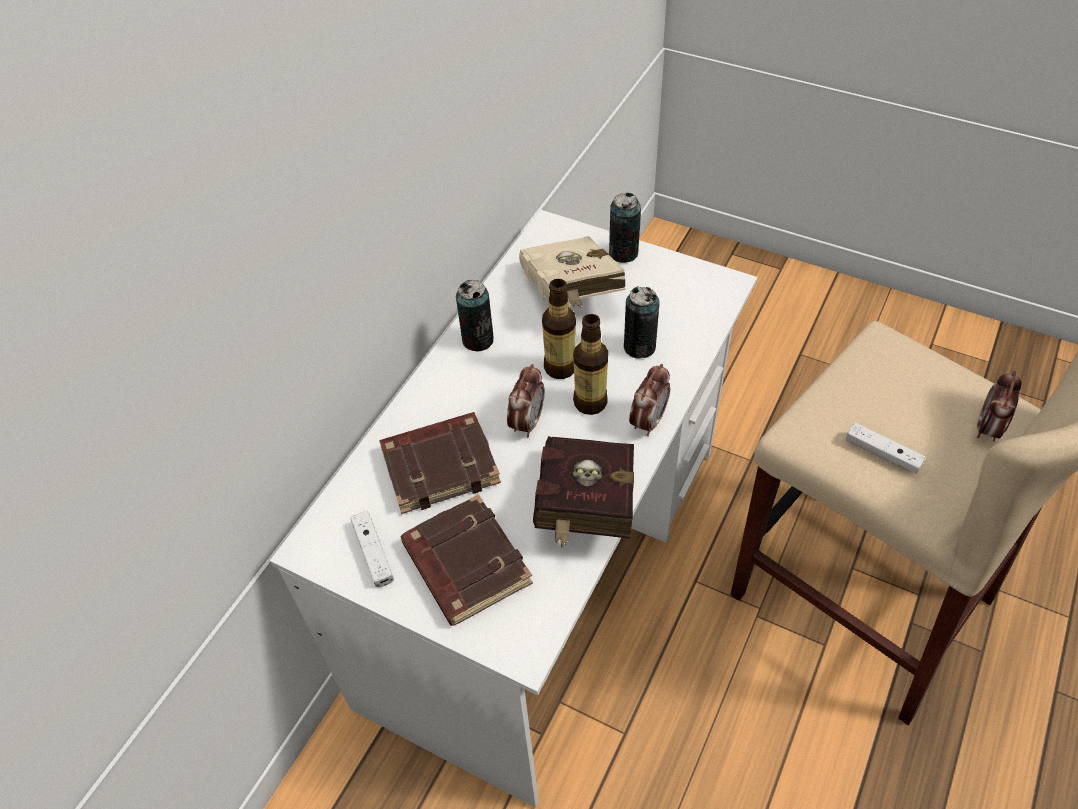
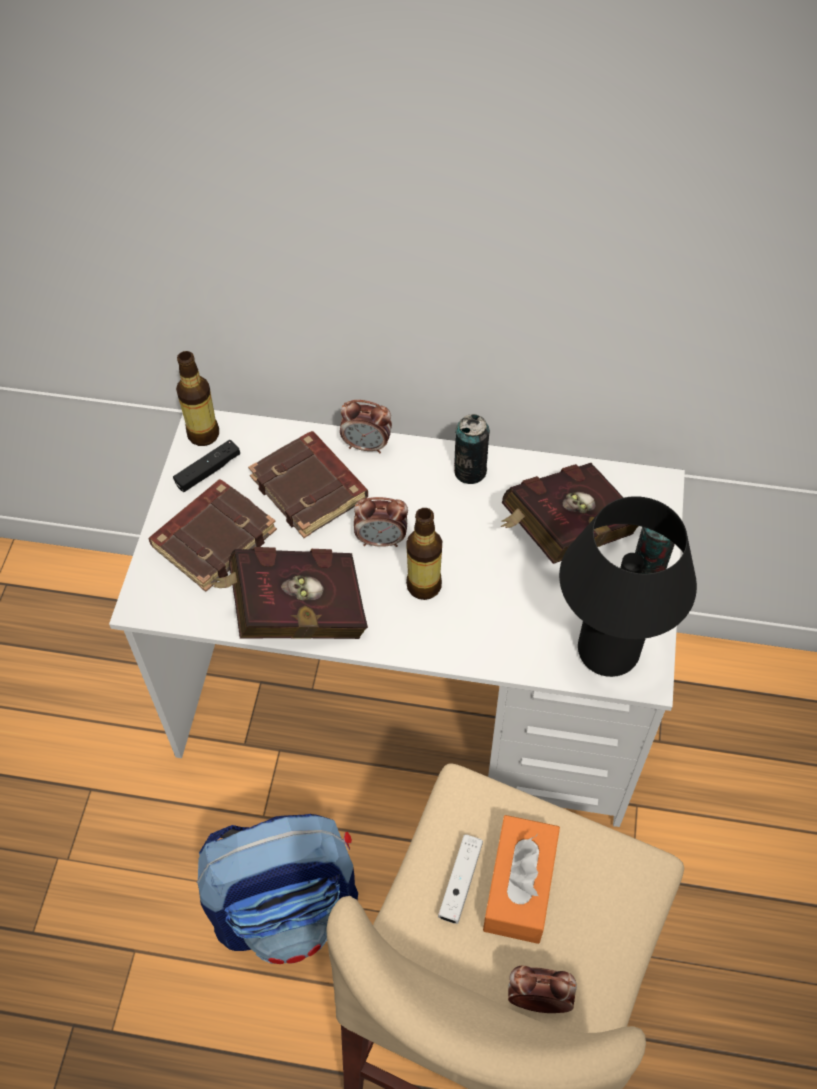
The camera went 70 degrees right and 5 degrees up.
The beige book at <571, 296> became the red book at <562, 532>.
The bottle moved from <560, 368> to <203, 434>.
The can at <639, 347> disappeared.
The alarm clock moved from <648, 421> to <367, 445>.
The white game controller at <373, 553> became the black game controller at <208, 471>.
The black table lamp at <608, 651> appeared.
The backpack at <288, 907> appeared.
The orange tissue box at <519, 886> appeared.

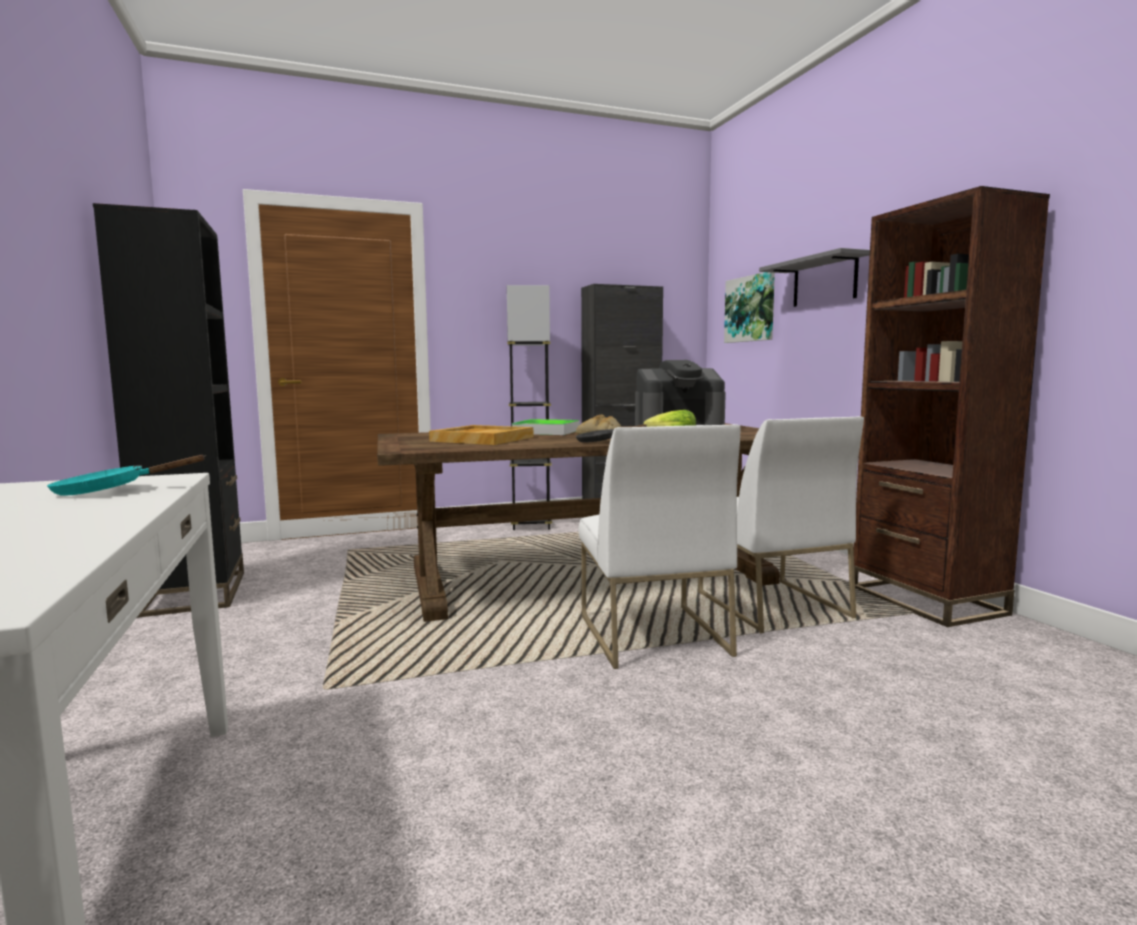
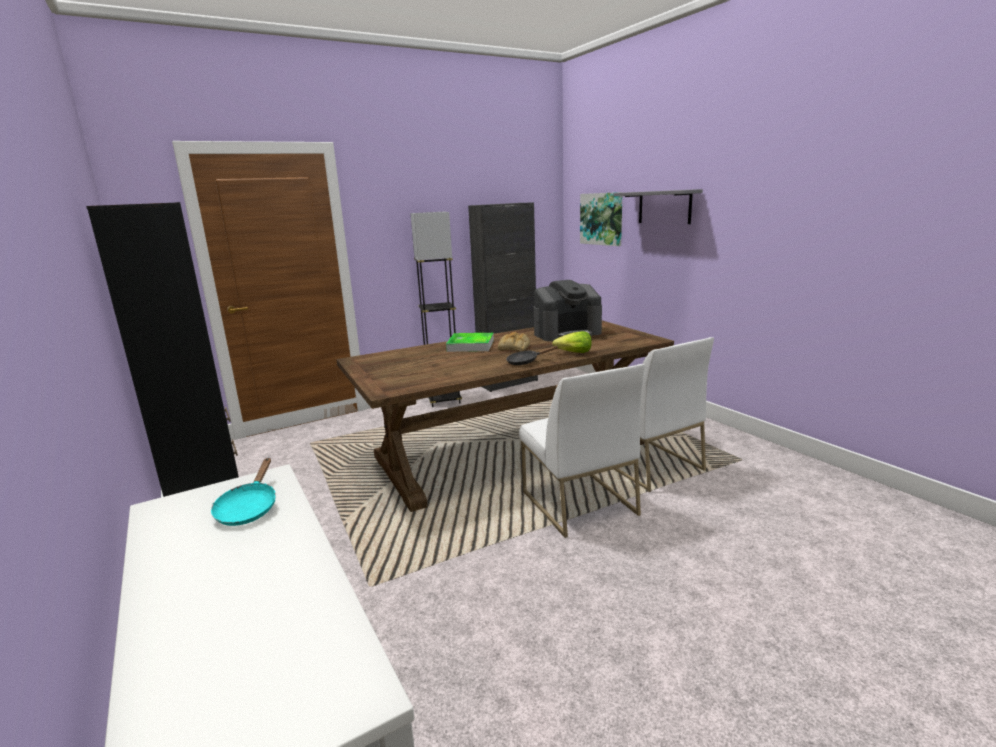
The camera went 10 degrees left and 10 degrees up.
The brown bookcase at <926, 600> disappeared.
The beige tray at <482, 439> disappeared.
The turquoise frying pan at <110, 491> turned 60 degrees counterclockwise.

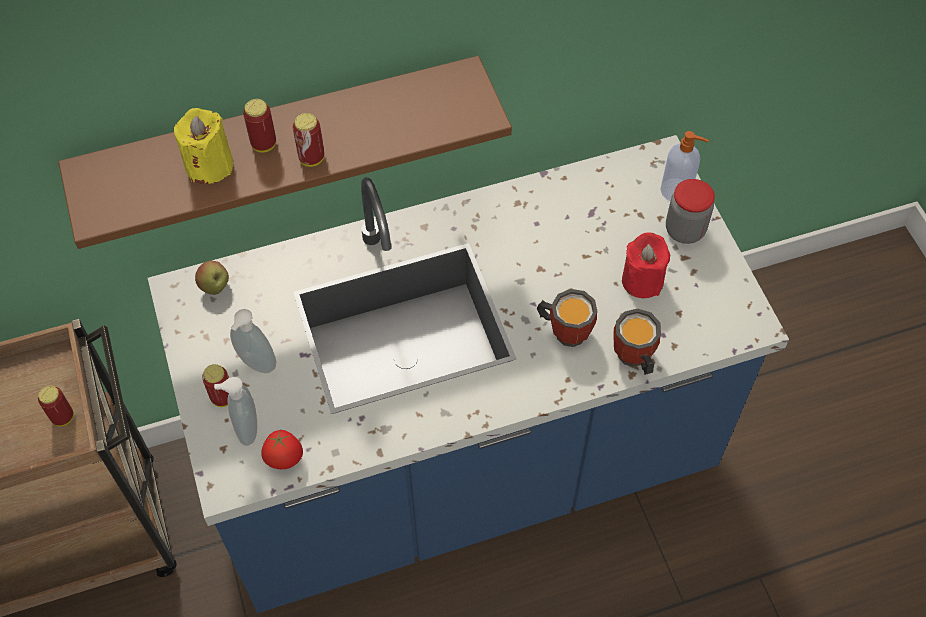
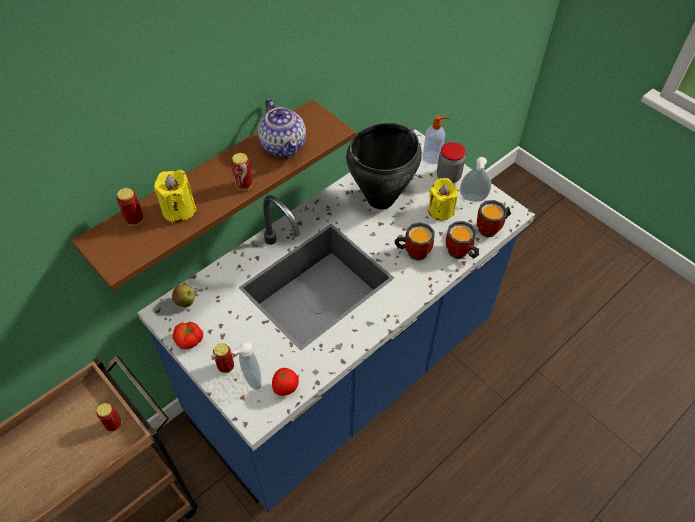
The camera went 25 degrees left and 5 degrees down.
The can moved from <264, 144> to <135, 220>.
The red candle at <642, 281> became the yellow candle at <440, 210>.
The soap dispenser moved from <256, 365> to <472, 199>.
The teapot at <283, 145> appeared.
The black cooking pot at <381, 199> appeared.
The mug at <491, 229> appeared.
The tomato at <189, 340> appeared.

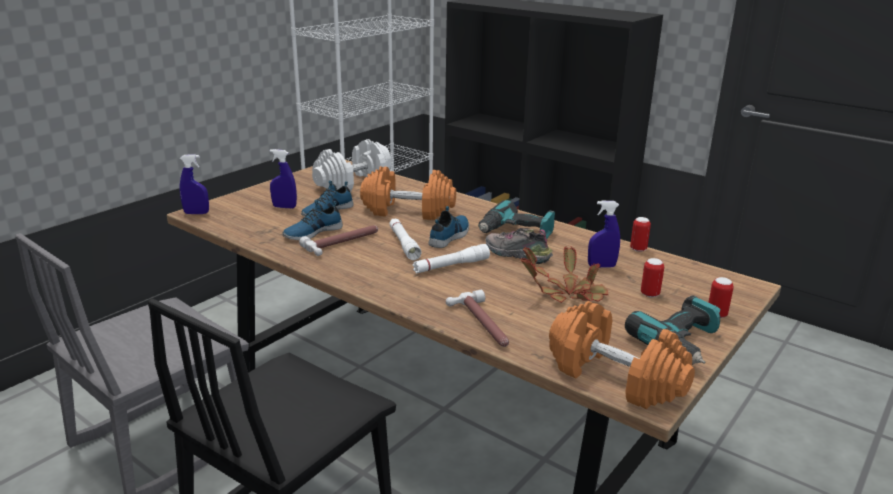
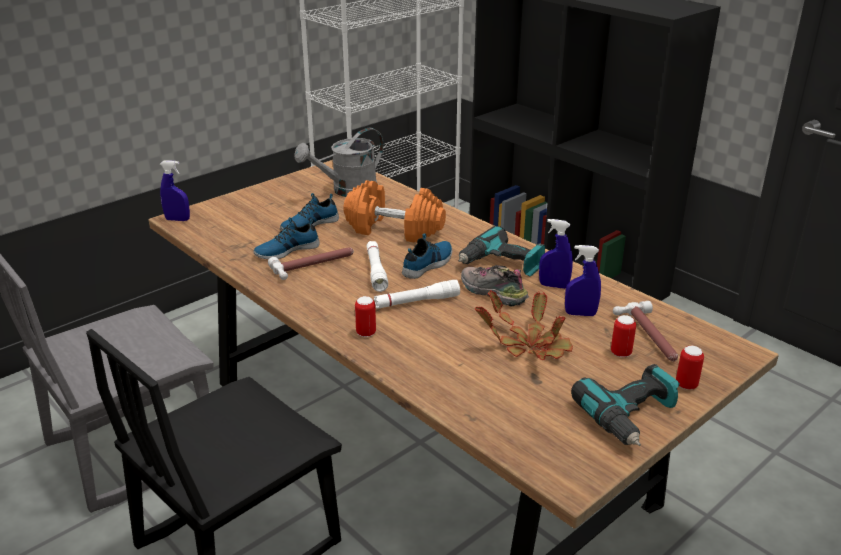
The camera went 10 degrees right and 5 degrees up.
The white dumbbell at <353, 183> was replaced by the grey watering can at <347, 191>.
The blue spray bottle moved from <284, 207> to <553, 286>.
The can moved from <638, 249> to <366, 333>.
The hammer moved from <482, 324> to <649, 336>.
The orange dumbbell at <616, 377> disappeared.

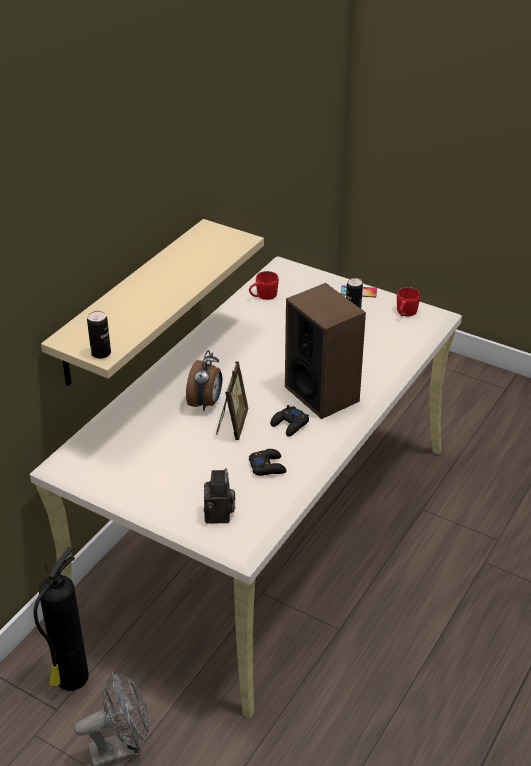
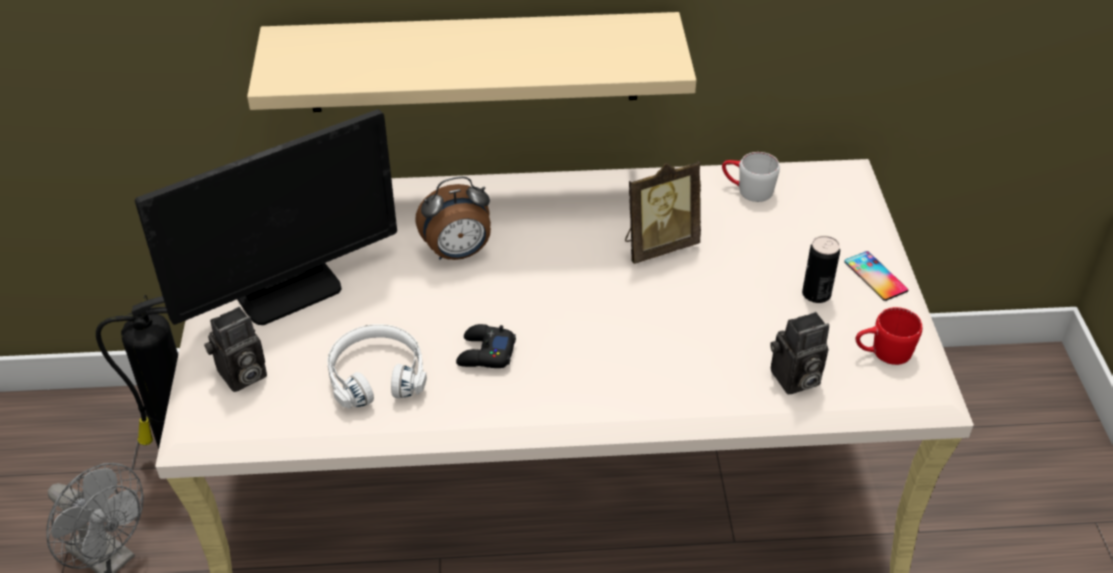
The camera went 55 degrees right and 5 degrees up.
The red mug at <263, 296> became the white mug at <747, 190>.
The speaker at <322, 393> disappeared.
The can at <101, 353> disappeared.
The picture frame moved from <231, 425> to <658, 245>.
The black game controller at <267, 466> was replaced by the white headphones at <376, 374>.
The monitor at <288, 290> appeared.
The photo camera at <794, 380> appeared.

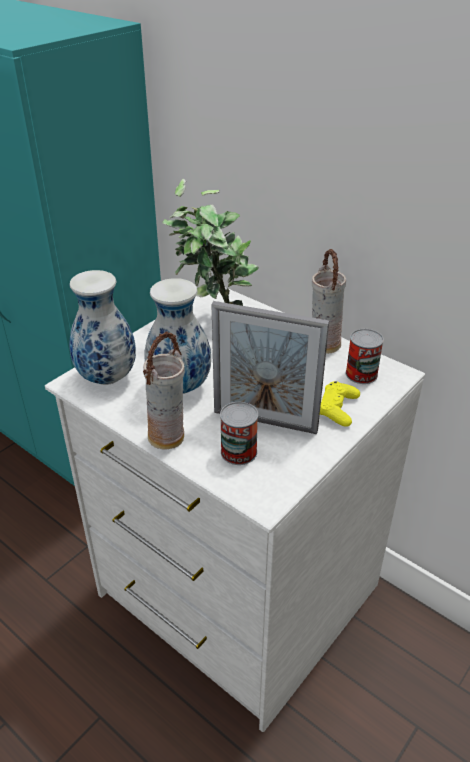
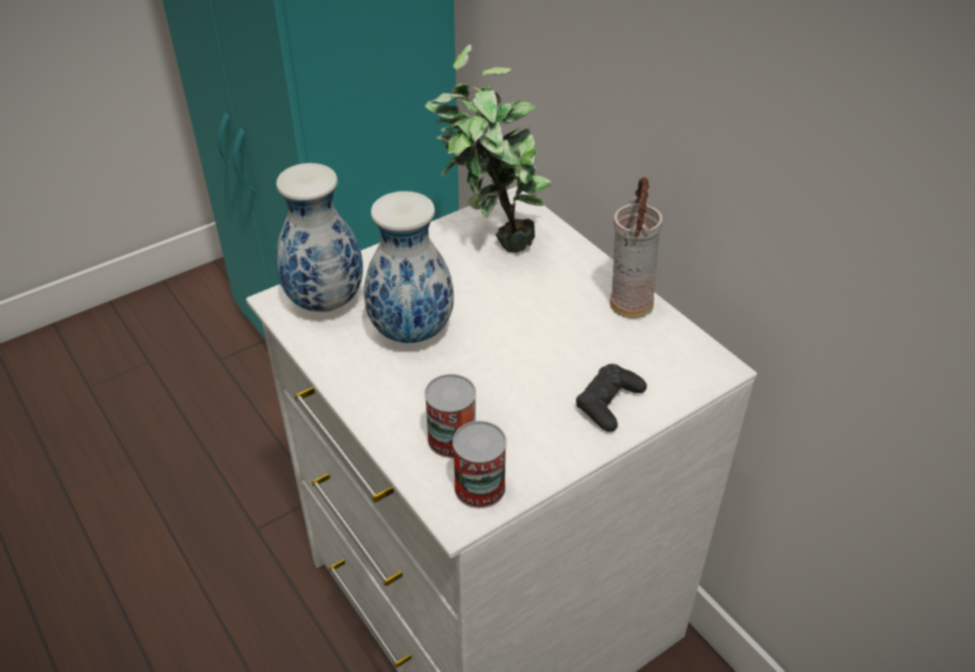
The camera went 15 degrees right and 5 degrees up.
The picture frame at <265, 421> disappeared.
The can moved from <361, 374> to <479, 487>.
The vase at <168, 438> disappeared.
The yellow game controller at <338, 408> became the black game controller at <609, 403>.

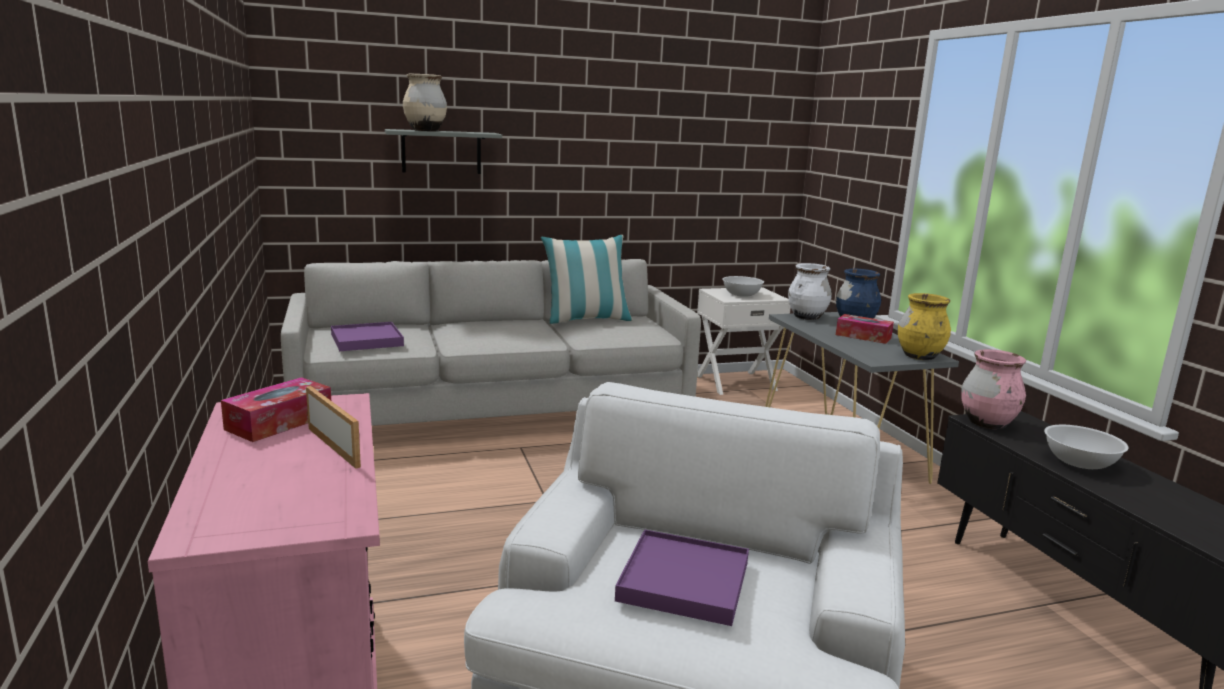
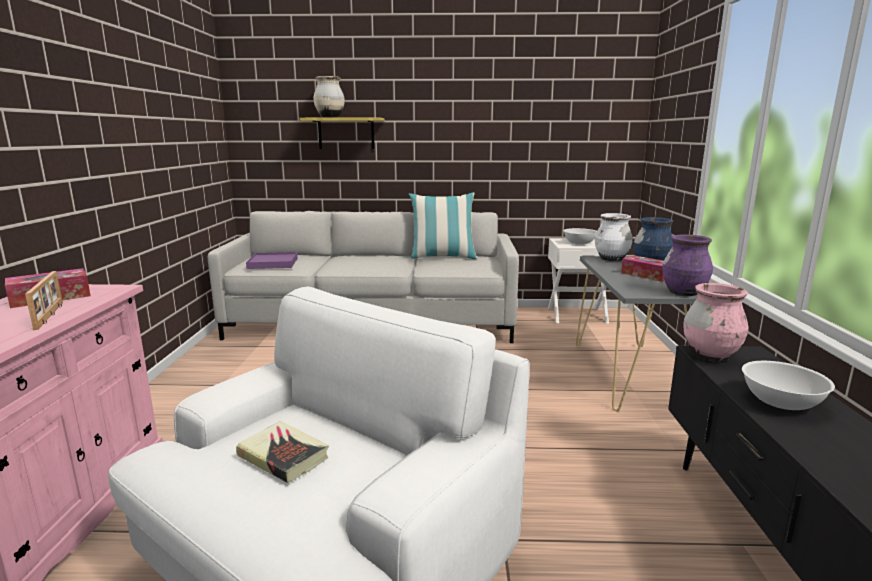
The camera went 20 degrees right and 0 degrees up.
The grey shelf at <441, 152> became the yellow shelf at <346, 133>.
The yellow vase at <919, 356> became the purple vase at <683, 293>.
The purple tray at <683, 581> was replaced by the book at <283, 456>.

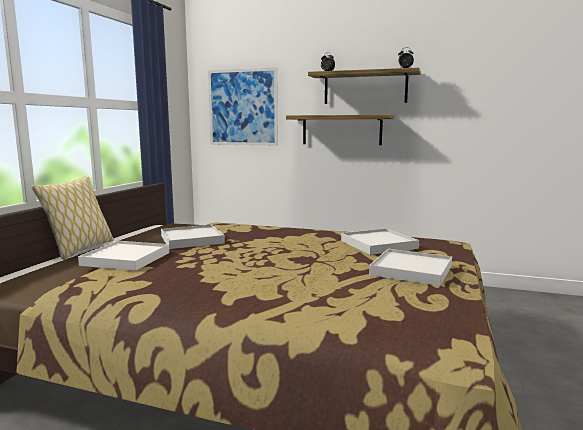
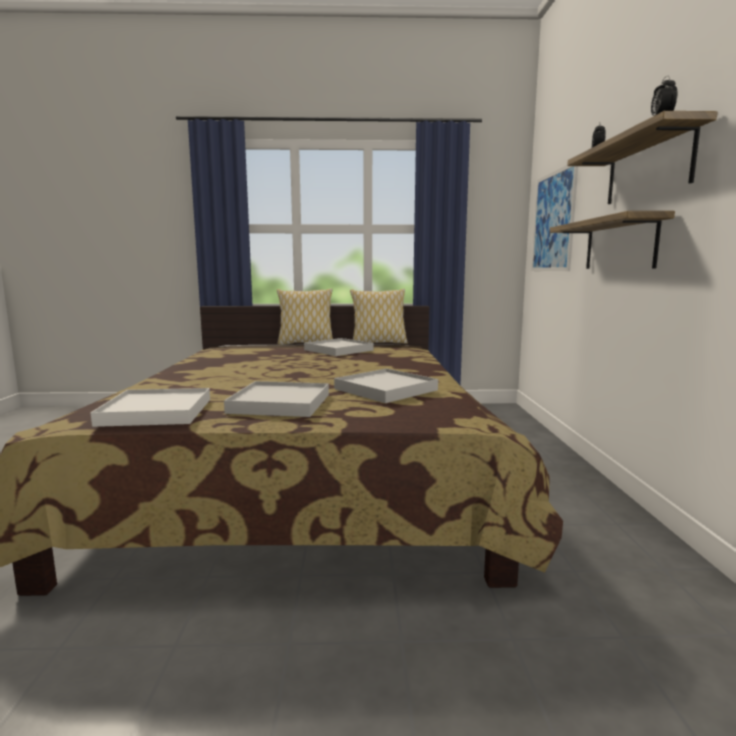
The camera went 70 degrees right and 0 degrees up.
The white tray moved from <126, 259> to <156, 412>.
The pillow at <378, 343> appeared.

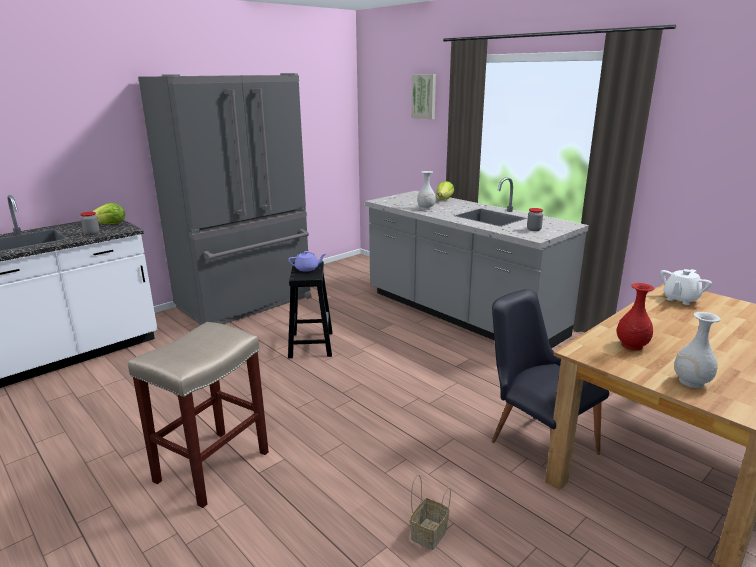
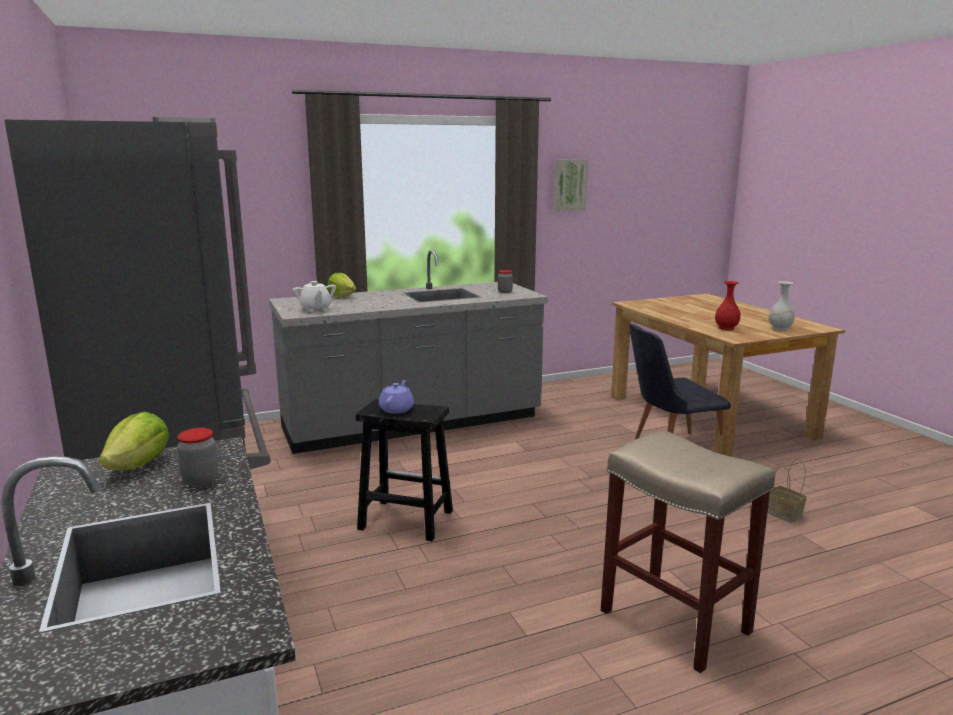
The camera went 70 degrees left and 5 degrees down.
The picture moved from <424, 96> to <569, 185>.
The white vase at <425, 208> disappeared.
The white teapot moved from <680, 299> to <315, 309>.

